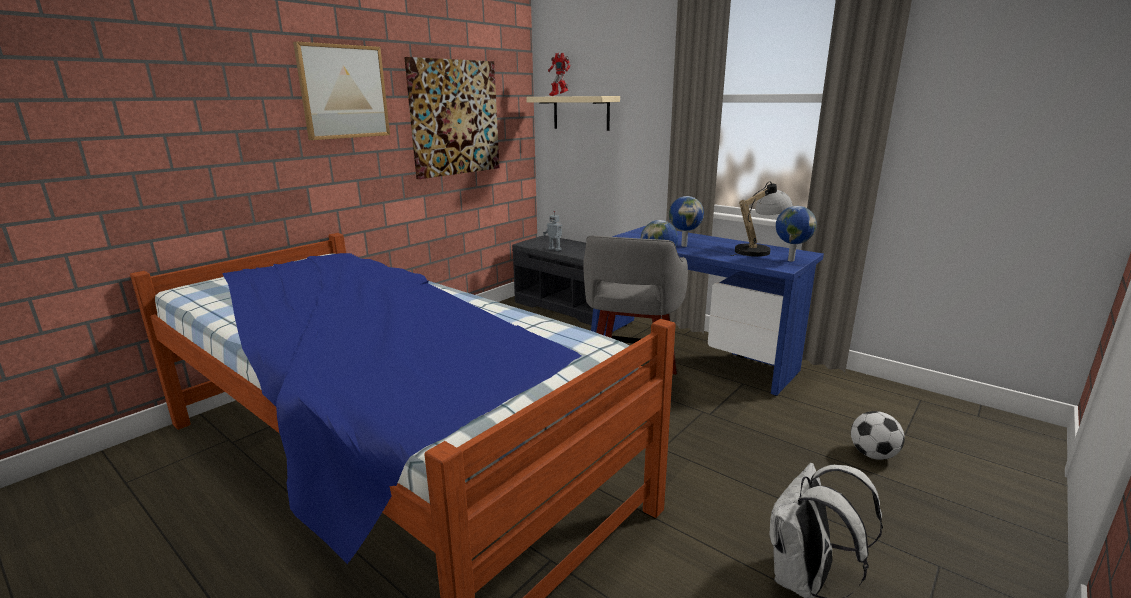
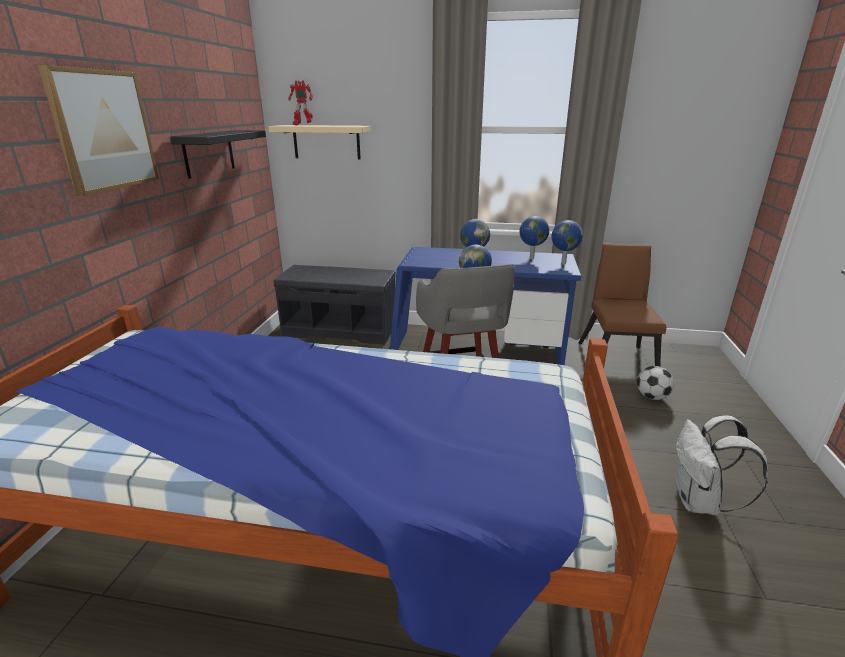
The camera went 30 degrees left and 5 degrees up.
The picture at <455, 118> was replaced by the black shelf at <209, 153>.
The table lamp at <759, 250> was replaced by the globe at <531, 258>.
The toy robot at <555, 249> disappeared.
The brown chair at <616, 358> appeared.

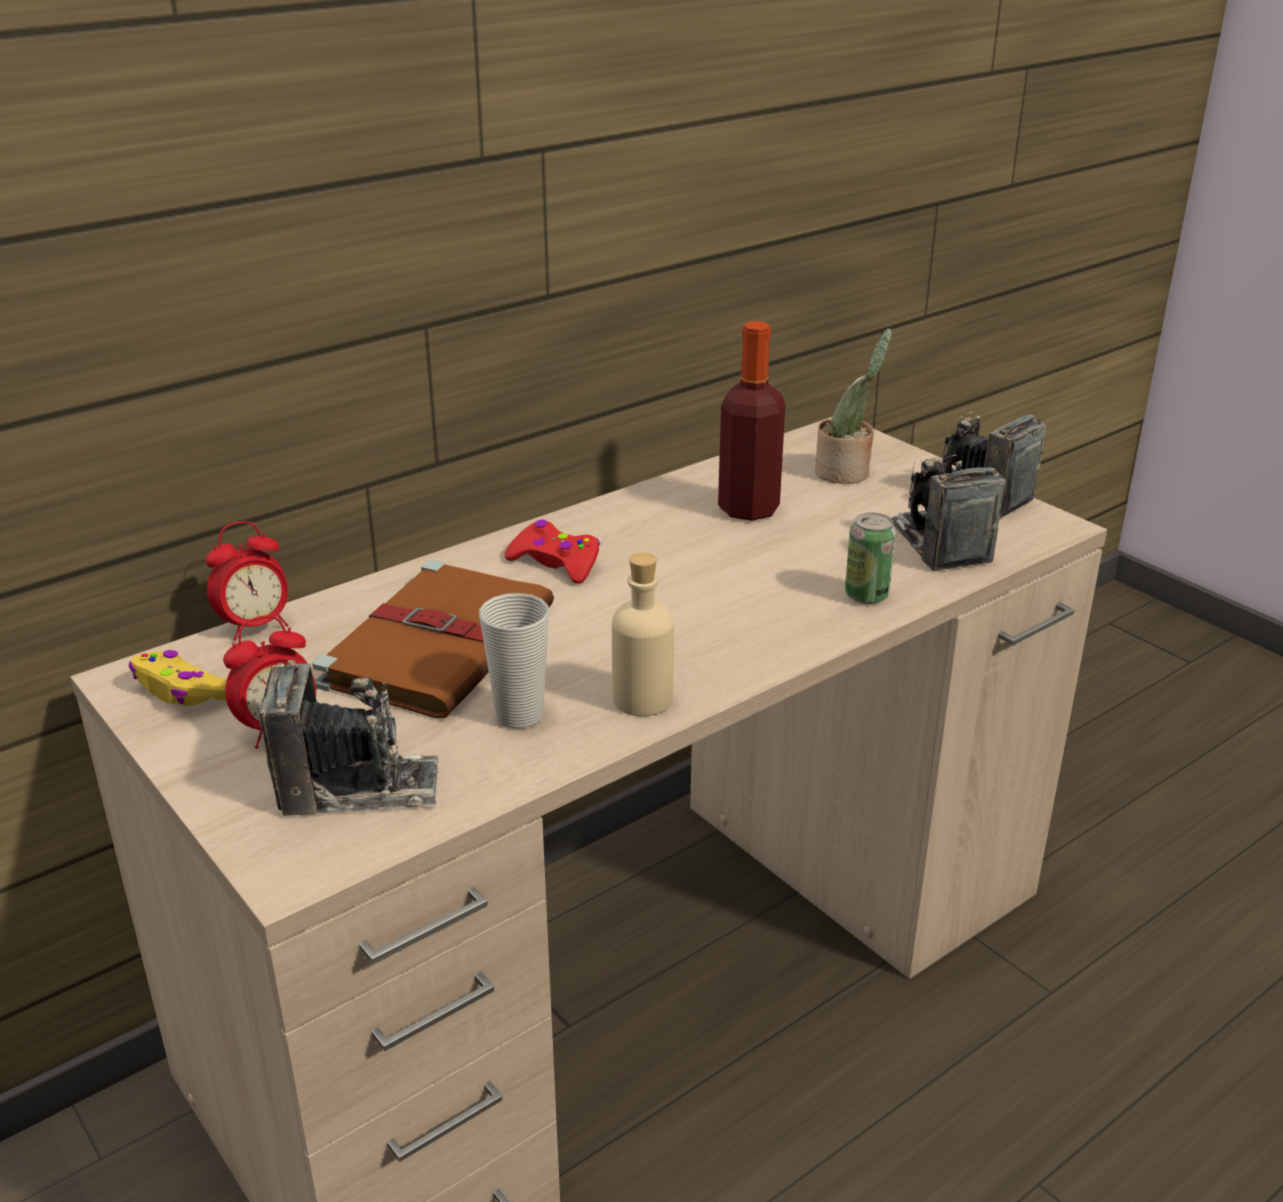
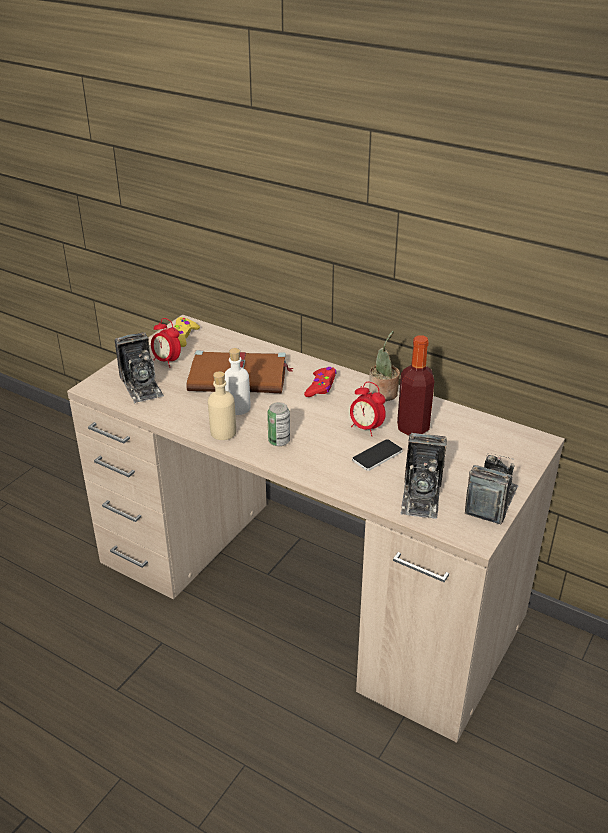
The camera went 70 degrees right and 5 degrees up.
The potted plant moved from <846, 473> to <383, 394>.
The photo camera at <939, 542> turned 135 degrees clockwise.
The can moved from <866, 595> to <279, 441>.
The alarm clock moved from <256, 626> to <366, 428>.
The cup at <519, 715> disappeared.
The white bottle at <238, 408> appeared.
The phone at <377, 455> appeared.

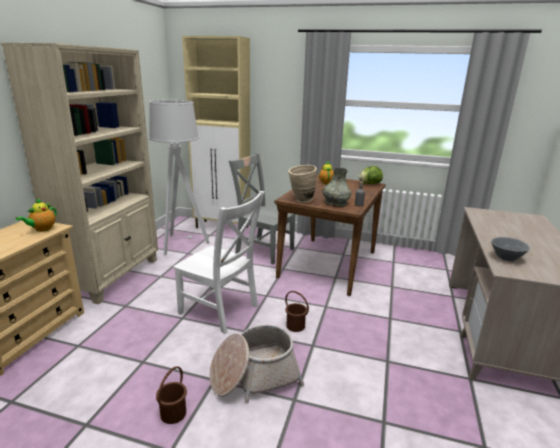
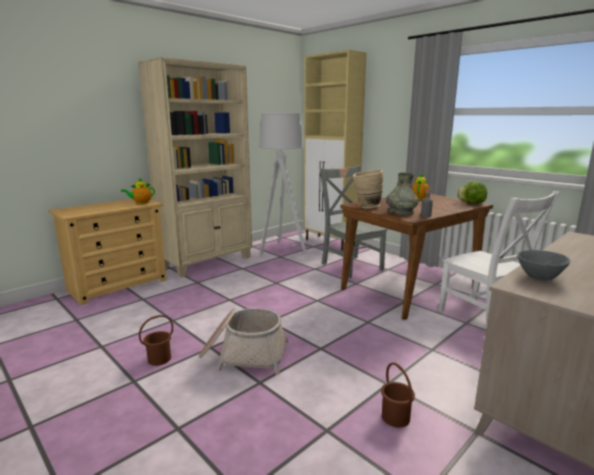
The camera went 30 degrees right and 5 degrees down.
The white chair moved from <221, 311> to <484, 317>.
The brown bucket moved from <295, 326> to <396, 417>.

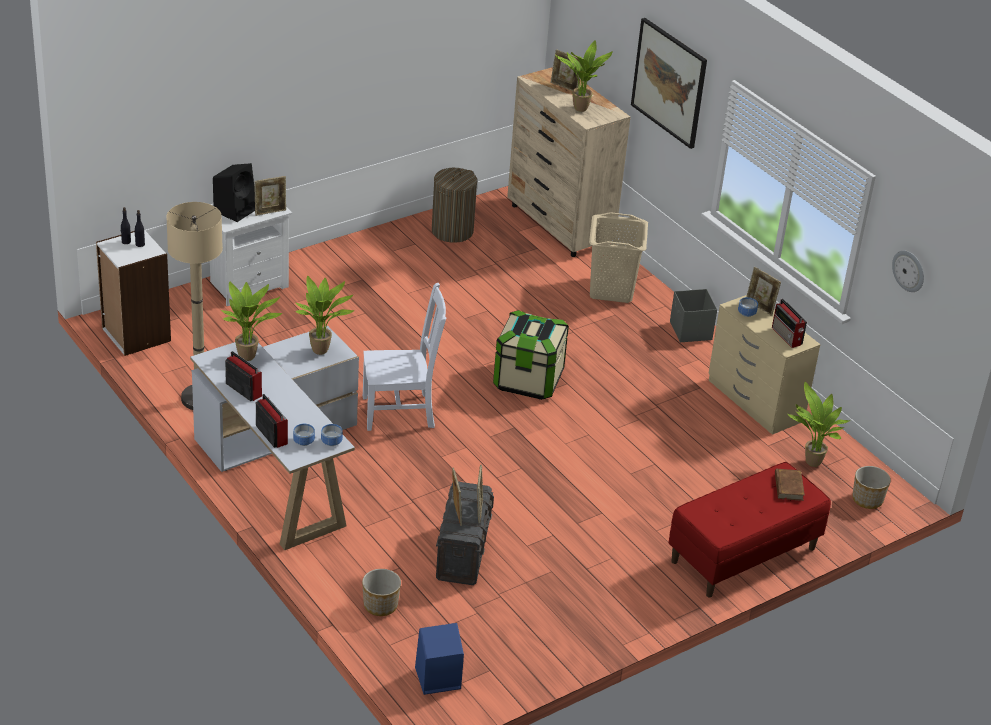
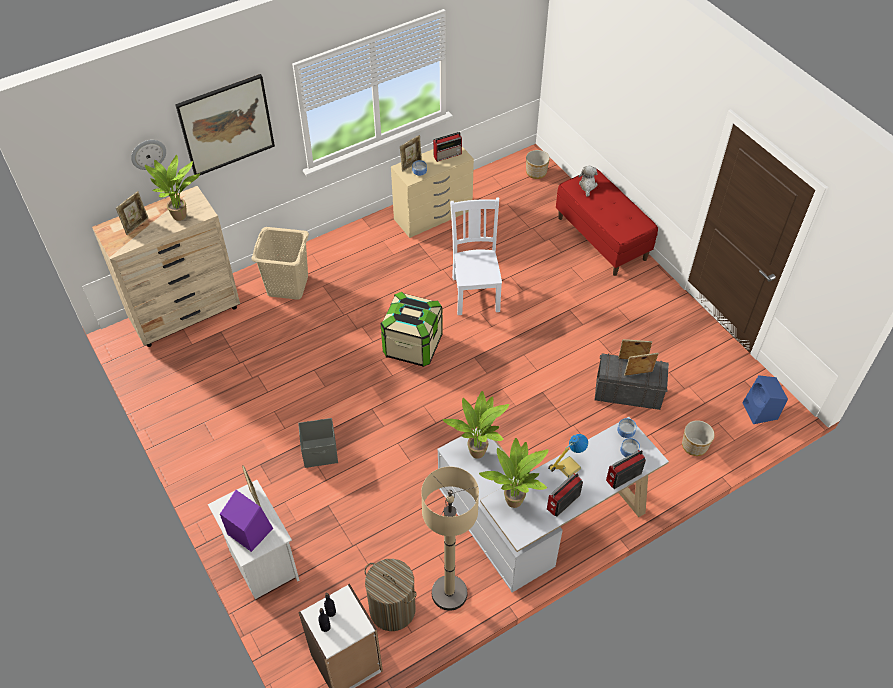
The camera went 85 degrees left and 15 degrees up.
The black speaker at <235, 209> became the purple speaker at <249, 531>.
The laundry basket moved from <452, 231> to <392, 609>.
The wall clock moved from <909, 270> to <148, 154>.
The white chair moved from <401, 412> to <475, 292>.
The grey storage box moved from <690, 331> to <320, 452>.
The potted plant at <810, 463> disappeared.
The brown book at <788, 487> was replaced by the plush toy at <587, 186>.
The table lamp at <567, 467> appeared.

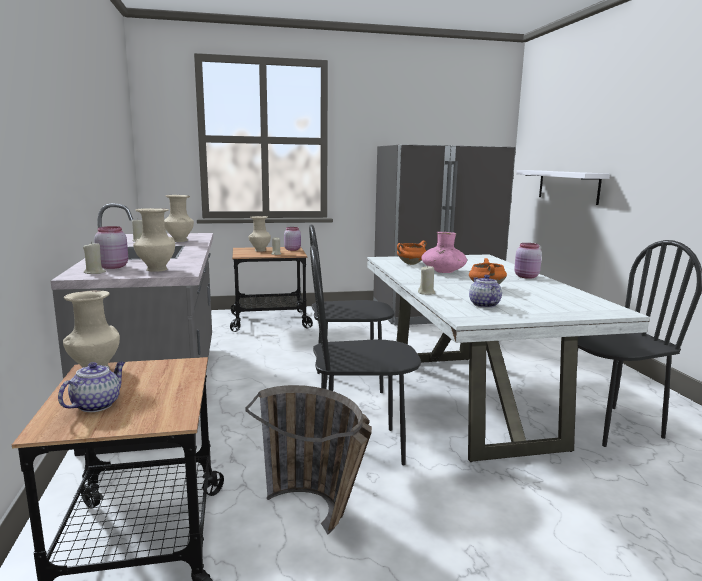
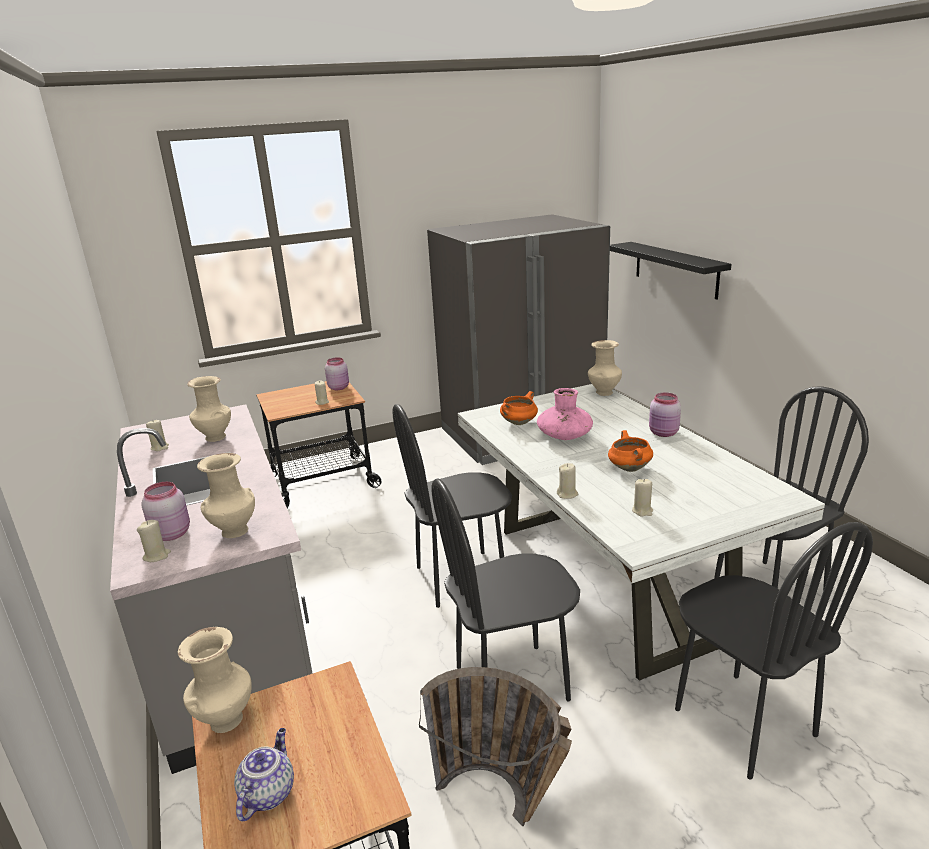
The camera went 10 degrees left and 10 degrees up.
The white shelf at <568, 186> became the black shelf at <675, 269>.
The beige vase moved from <259, 250> to <604, 393>.
The teapot at <483, 305> was replaced by the beige candle at <642, 511>.
The black chair at <743, 722> appeared.

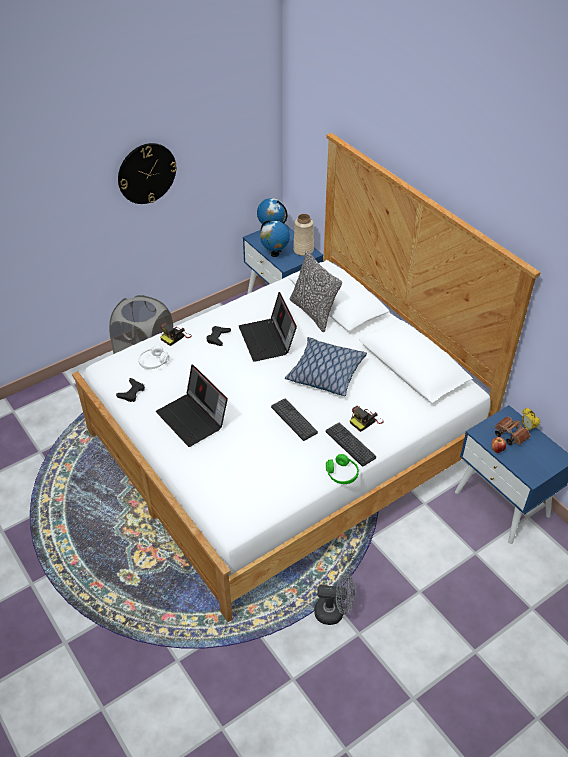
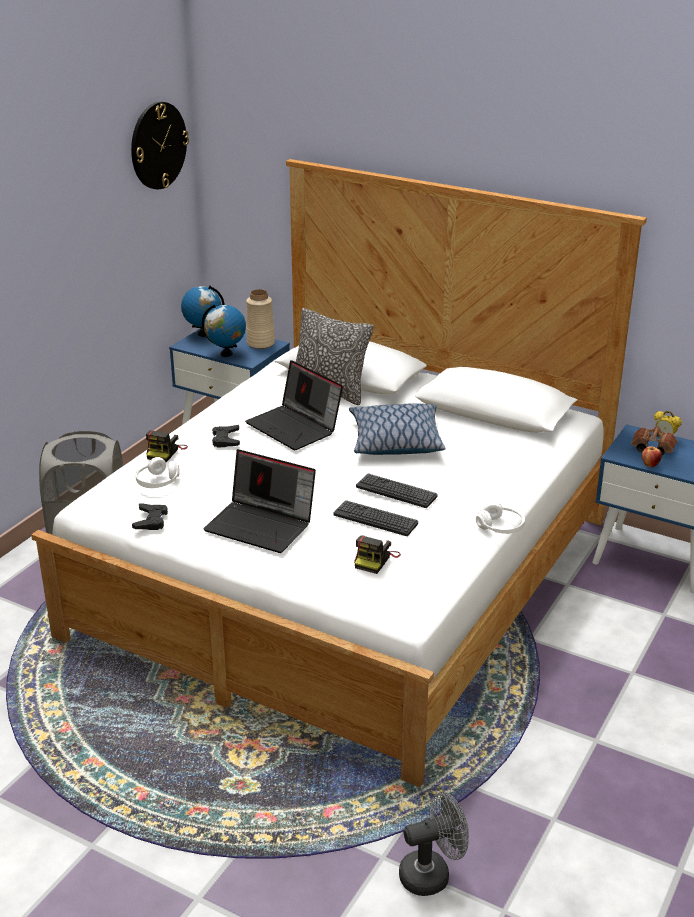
The camera went 25 degrees left and 15 degrees down.
The wall clock moved from <146, 173> to <158, 145>.
The photo camera moved from <366, 421> to <375, 560>.
The keyboard moved from <350, 444> to <375, 519>.
The green headphones at <342, 474> became the white headphones at <500, 527>.
The grey fan moved from <334, 612> to <432, 874>.

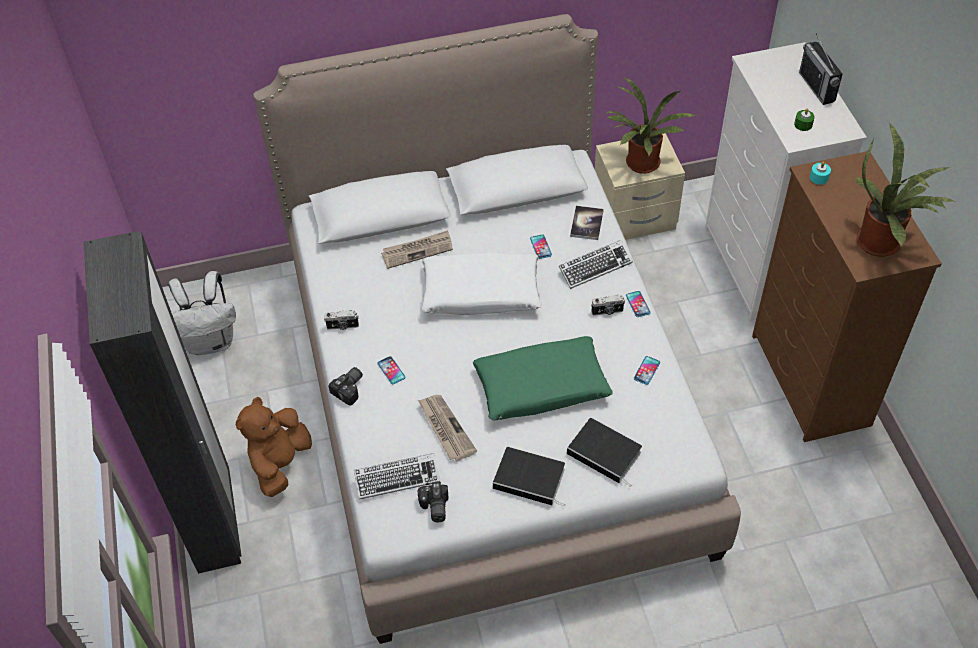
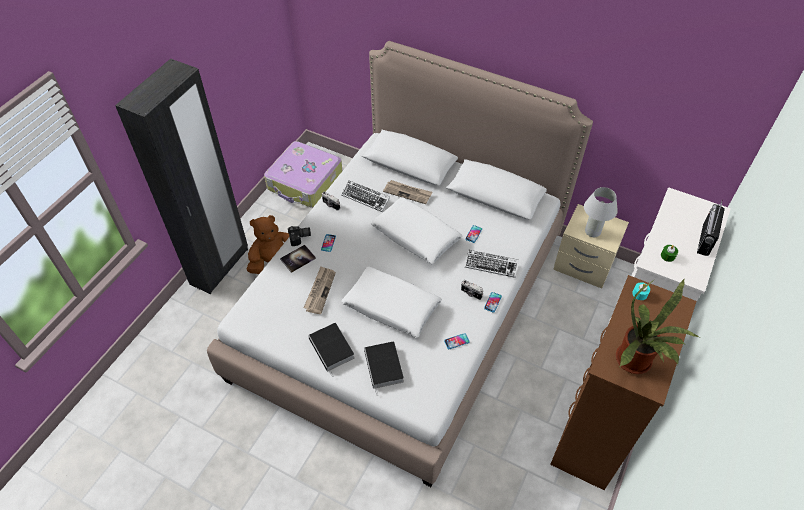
The camera went 40 degrees right and 0 degrees up.
The potted plant at <641, 165> was replaced by the white table lamp at <592, 231>.
The book moved from <586, 223> to <298, 259>.
The white backpack at <211, 341> was replaced by the suitcase at <305, 182>.
The green pillow at <541, 387> became the white pillow at <391, 307>.
The keyboard moved from <397, 478> to <365, 198>.
The photo camera at <434, 508> disappeared.

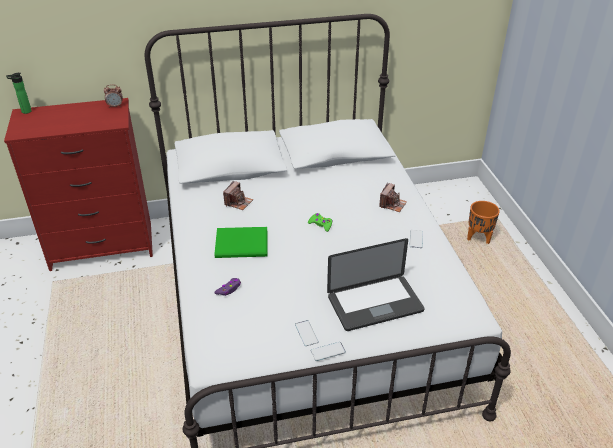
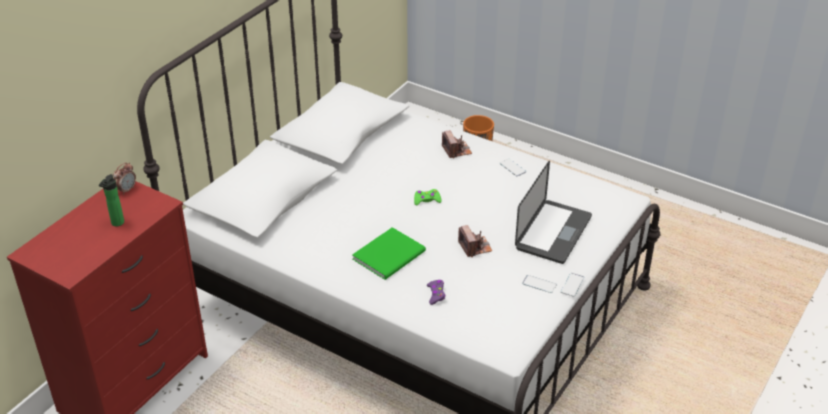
The camera went 45 degrees left and 0 degrees up.
The bottle moved from <25, 112> to <116, 224>.
The photo camera moved from <238, 202> to <475, 247>.

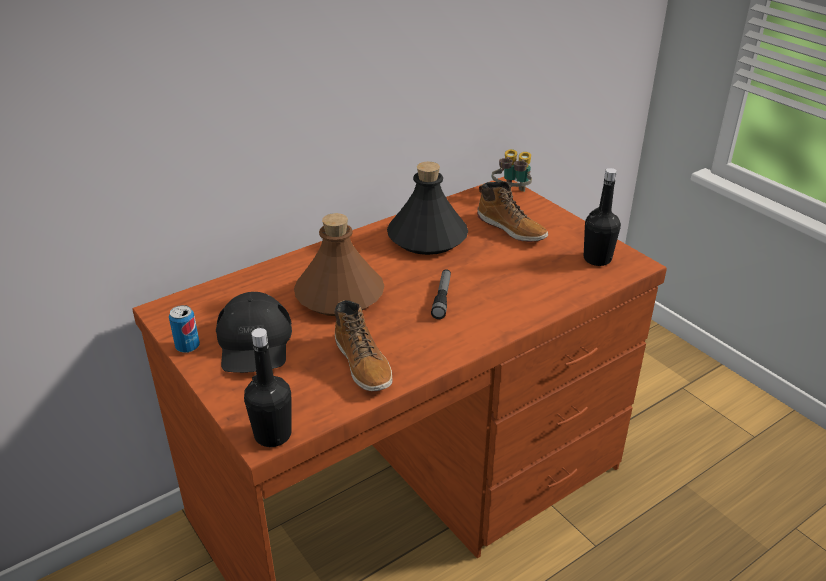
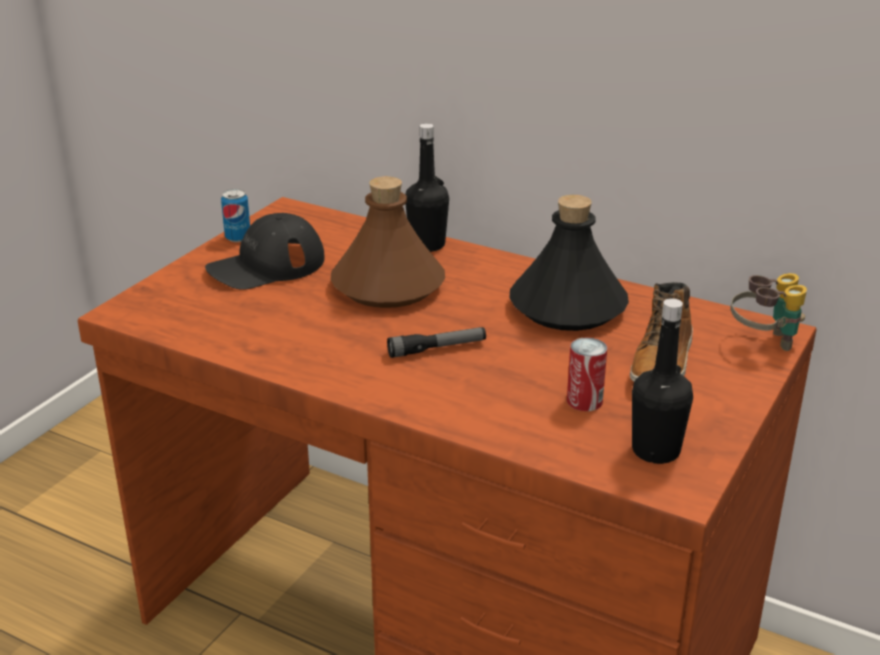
The camera went 65 degrees right and 5 degrees down.
The boot at <363, 364> disappeared.
The black bottle moved from <273, 435> to <427, 245>.
The can at <584, 401> appeared.

